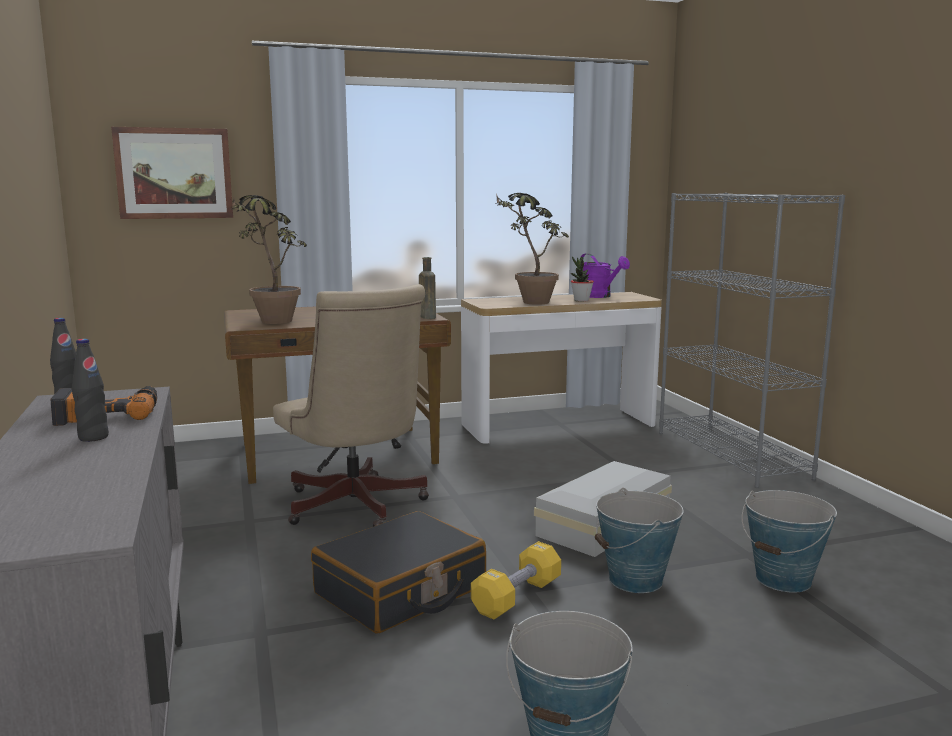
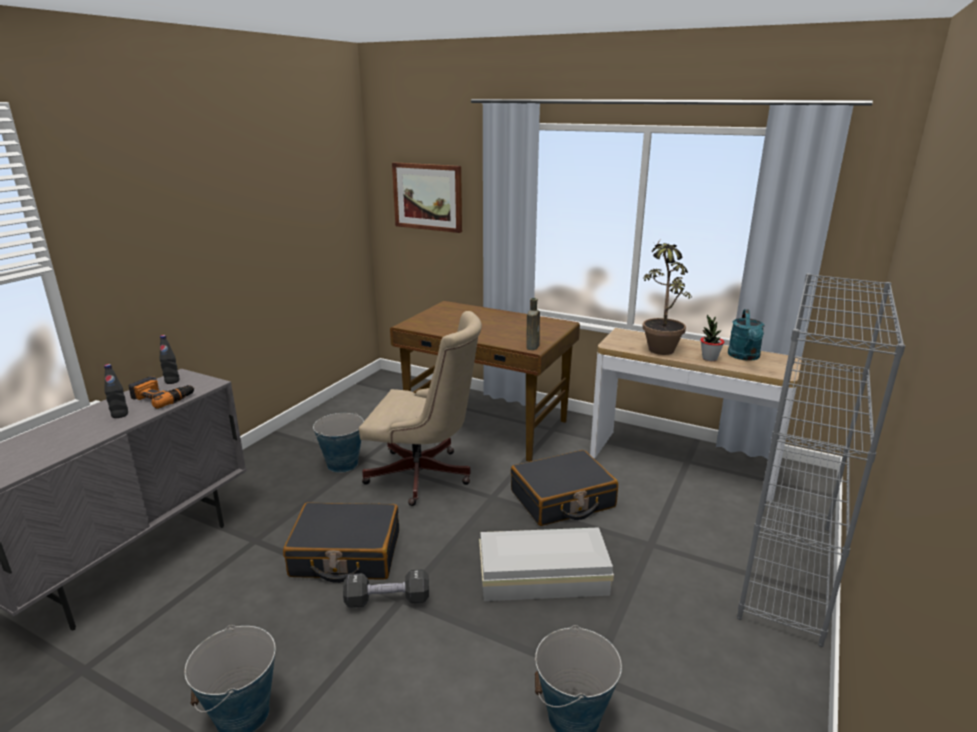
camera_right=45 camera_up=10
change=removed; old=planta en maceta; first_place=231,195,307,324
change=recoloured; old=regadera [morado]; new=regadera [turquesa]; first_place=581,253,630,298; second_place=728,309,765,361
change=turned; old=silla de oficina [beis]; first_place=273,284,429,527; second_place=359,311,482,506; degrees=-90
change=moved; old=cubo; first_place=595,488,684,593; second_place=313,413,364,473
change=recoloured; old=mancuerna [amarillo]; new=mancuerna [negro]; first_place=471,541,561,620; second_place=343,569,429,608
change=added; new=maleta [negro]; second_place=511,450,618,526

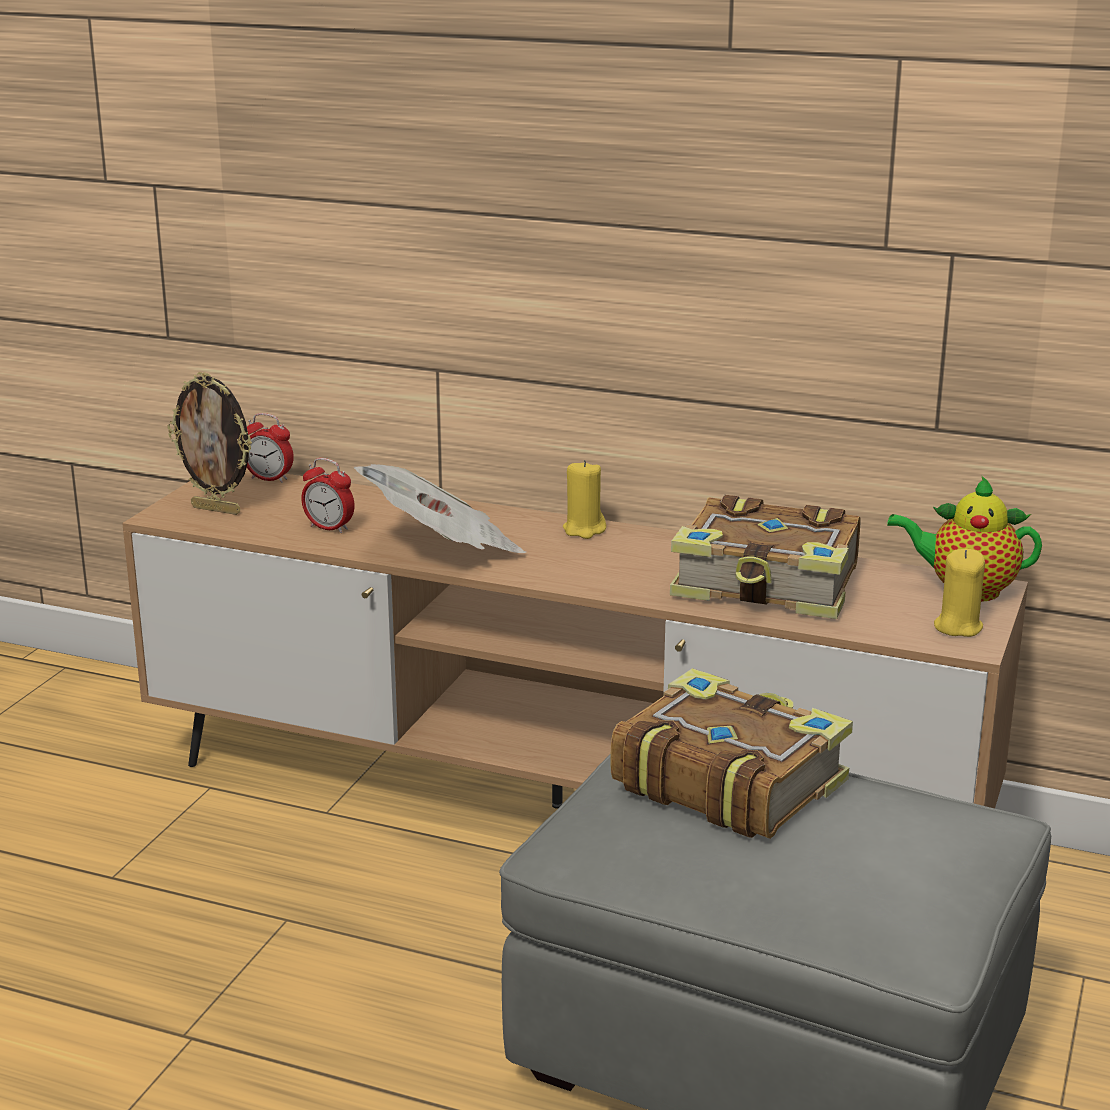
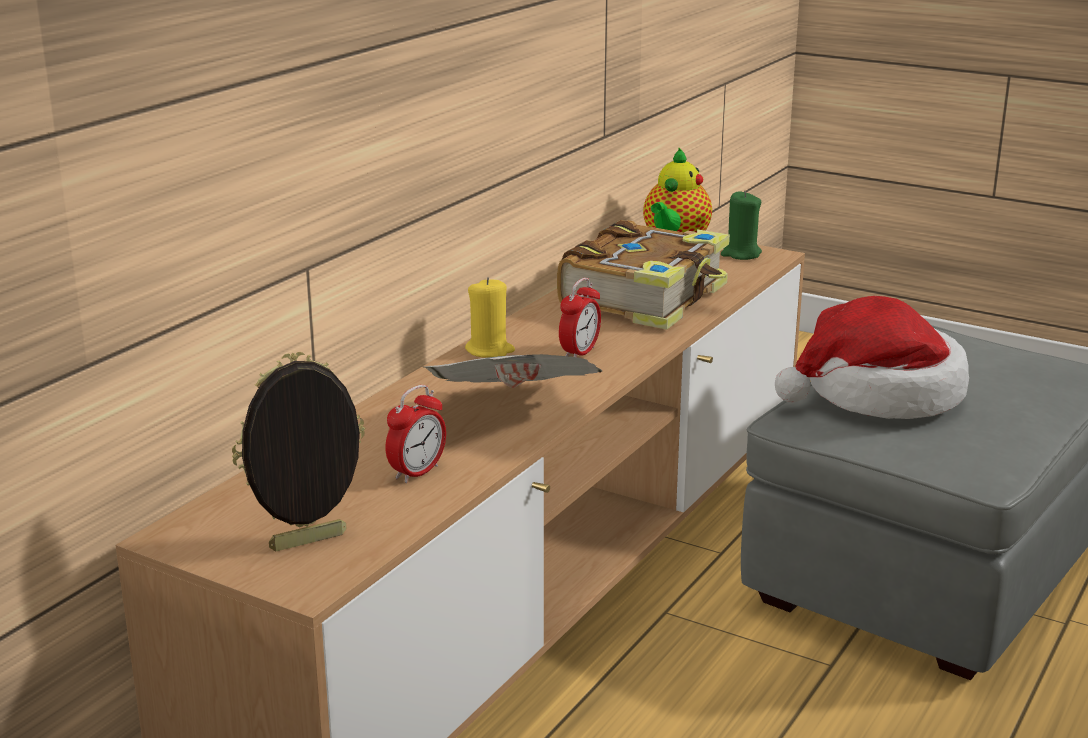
camera_right=-80 camera_up=0
change=turned; old=portarretratos; first_place=167,372,252,515; second_place=232,352,366,551; degrees=-150
change=moved; old=despertador; first_place=247,413,294,483; second_place=559,278,601,357
change=recoloured; old=vela [amarillo]; new=vela [verde]; first_place=934,549,985,637; second_place=721,191,762,260
change=replaced; old=libro; new=sombrero; first_place=610,668,853,839; second_place=775,296,969,419

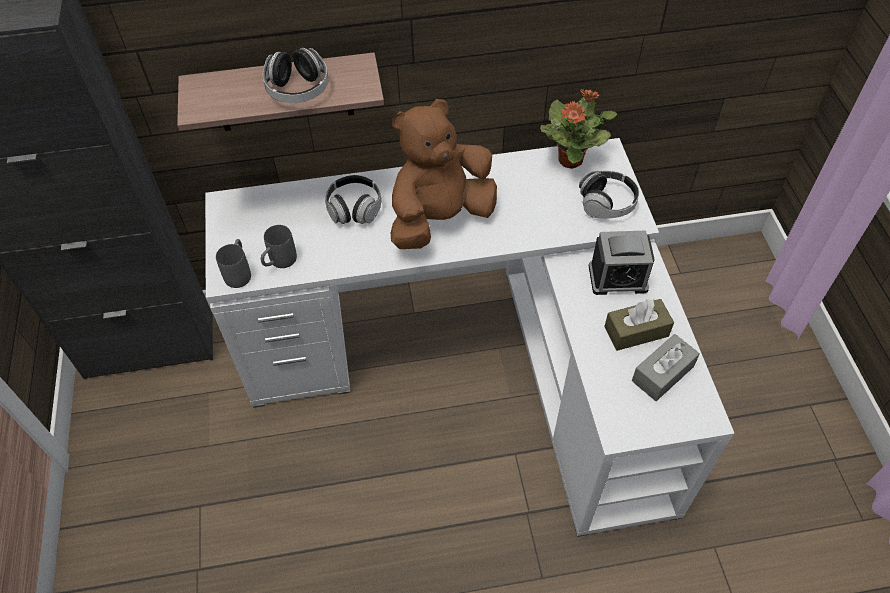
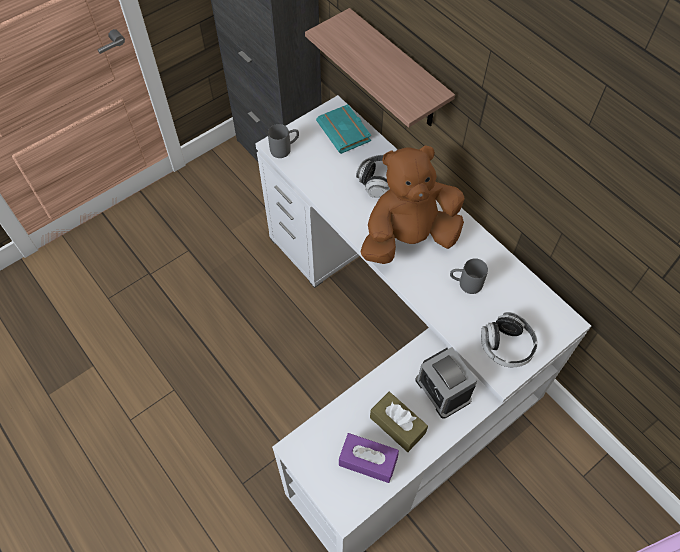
camera_right=60 camera_up=5
change=removed; old=auriculares; first_place=263,48,328,103
change=removed; old=planta en maceta; first_place=540,89,617,169
change=turned; old=peluche [marrón]; first_place=391,99,497,249; second_place=360,145,465,264; degrees=-45
change=moved; old=taza grande [gris]; first_place=261,225,297,268; second_place=450,258,488,294
change=recoloured; old=caja de pañuelos [gris]; new=caja de pañuelos [morado]; first_place=632,334,700,401; second_place=339,433,399,483
change=added; new=libro [turquesa]; second_place=316,104,371,154

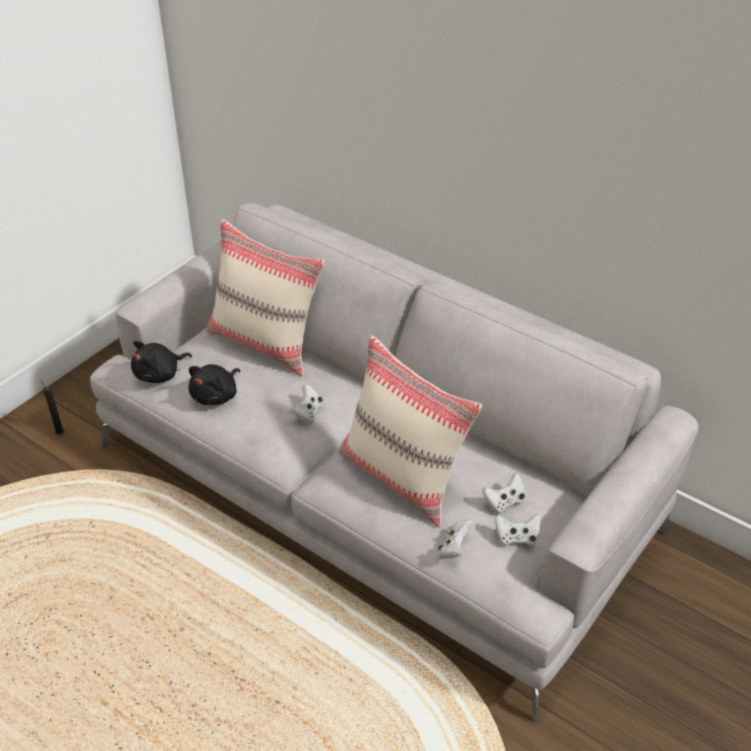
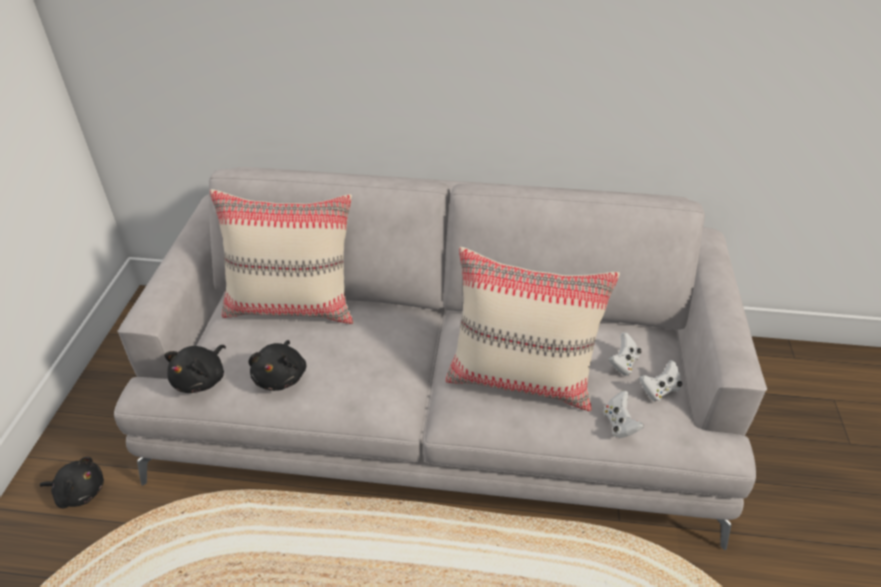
camera_right=-30 camera_up=0
change=replaced; old=vela [negro]; new=peluche [negro]; first_place=40,380,64,435; second_place=40,457,104,508
change=removed; old=mando de consola [blanco]; first_place=290,384,323,423

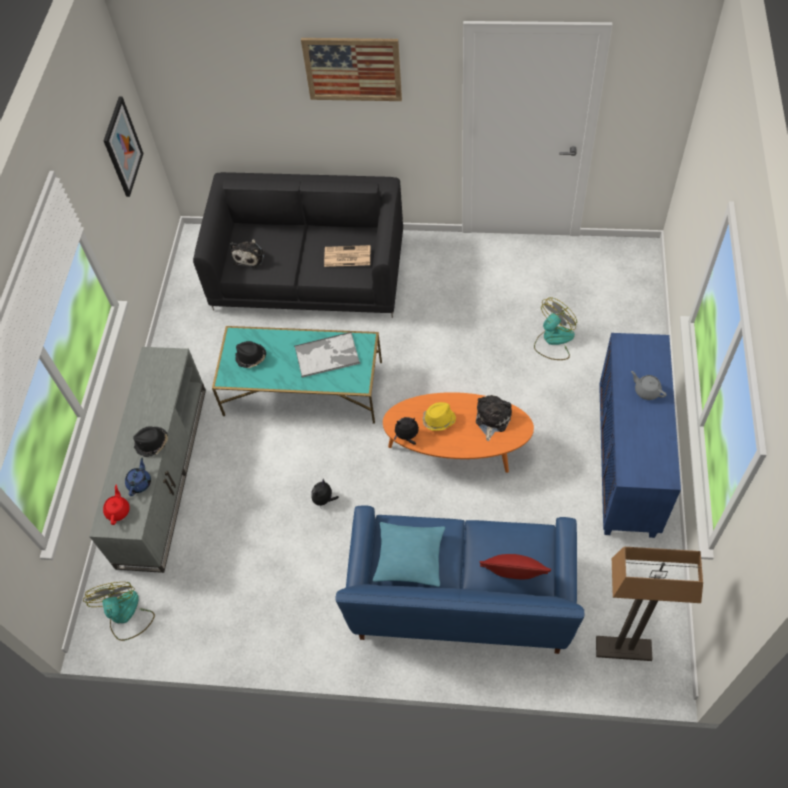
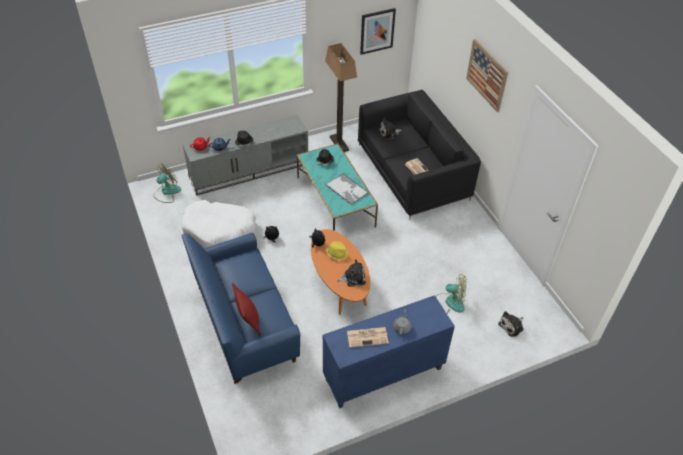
camera_right=55 camera_up=-10
change=removed; old=cojín [turquesa]; first_place=373,522,445,587
change=moved; old=lámpara de pie; first_place=596,547,703,661; second_place=325,43,357,152
change=added; new=cama para perro [blanco]; second_place=181,200,256,248
change=added; new=peluche; second_place=498,311,523,337
change=added; new=periódico; second_place=347,327,389,348

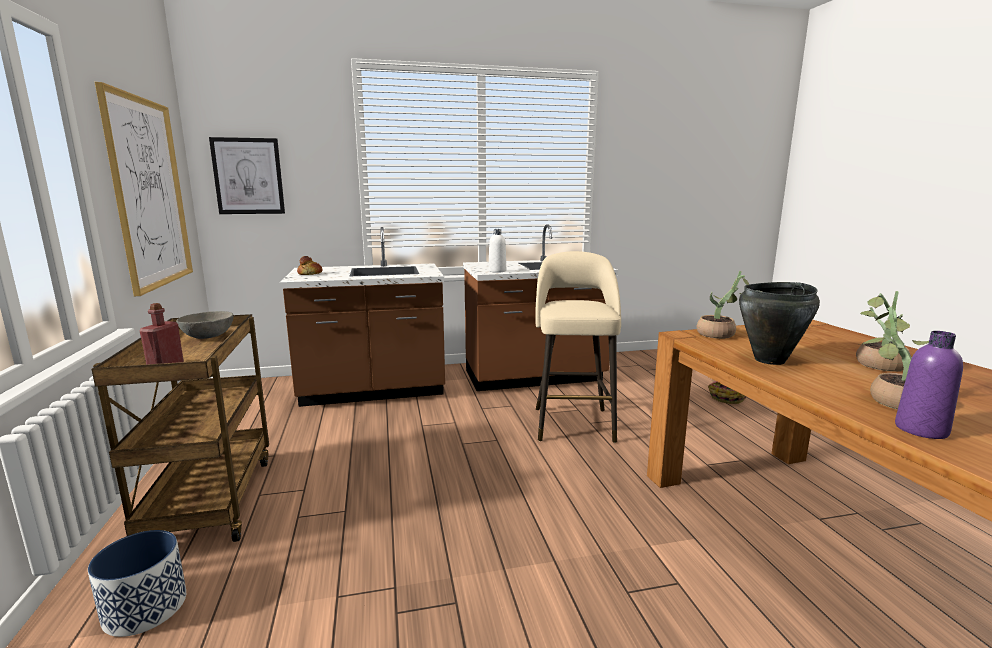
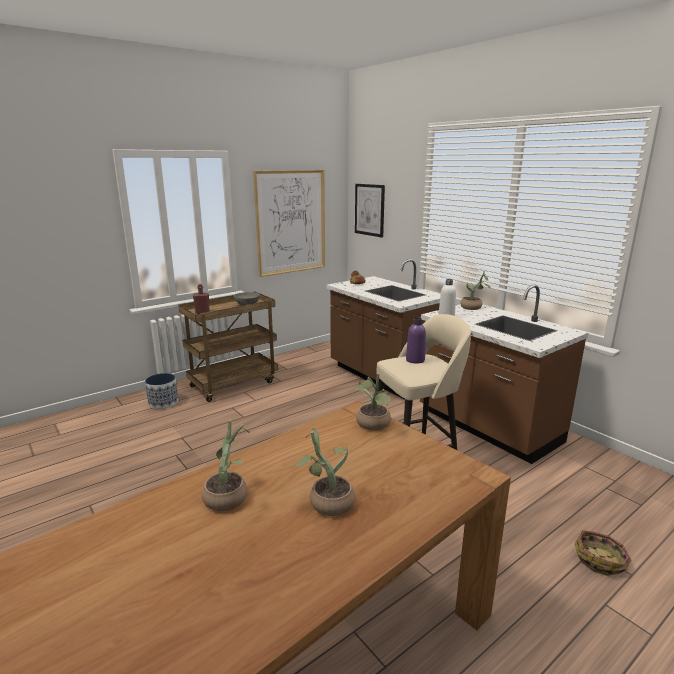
camera_right=65 camera_up=5
change=removed; old=olla [negro]; first_place=739,282,820,365
change=moved; old=botella [morado]; first_place=895,331,963,439; second_place=406,318,426,364
change=added; new=planta en maceta; second_place=460,271,491,310

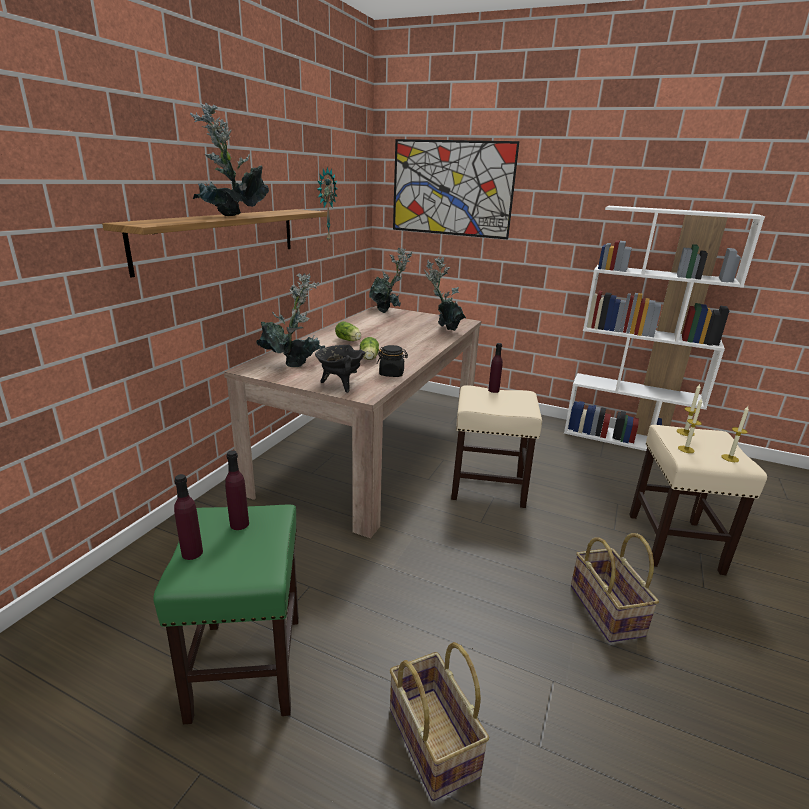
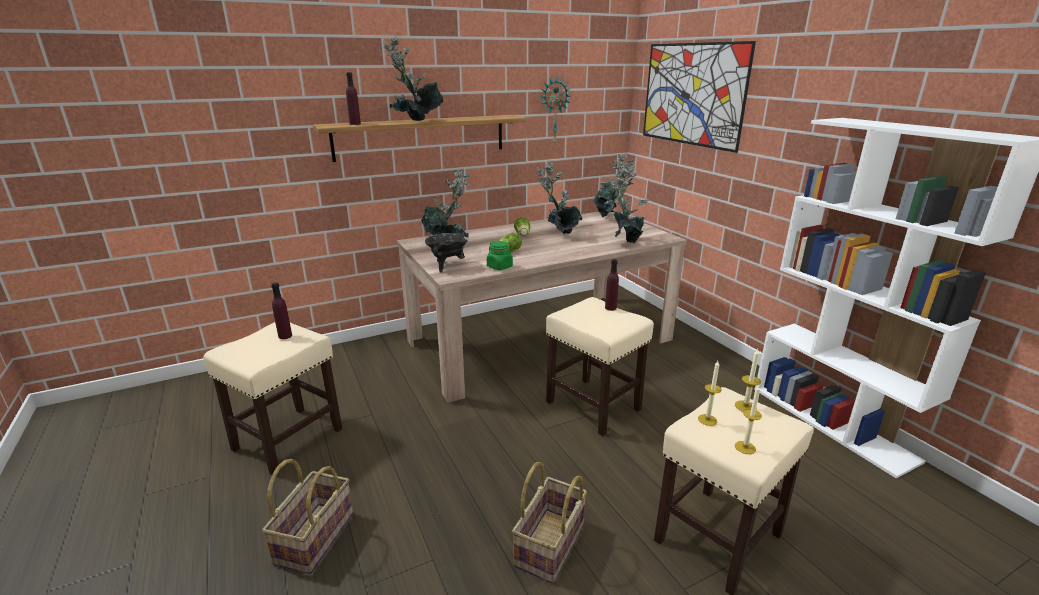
camera_right=40 camera_up=0
change=recoloured; old=tarro [negro]; new=tarro [verde]; first_place=377,345,408,377; second_place=487,241,513,270
change=moved; old=botella [morado]; first_place=174,474,203,560; second_place=346,72,361,125
change=recoloured; old=taburete [verde]; new=taburete [beis]; first_place=153,504,299,724; second_place=204,322,342,475
change=added; new=planta en maceta; second_place=537,162,582,234

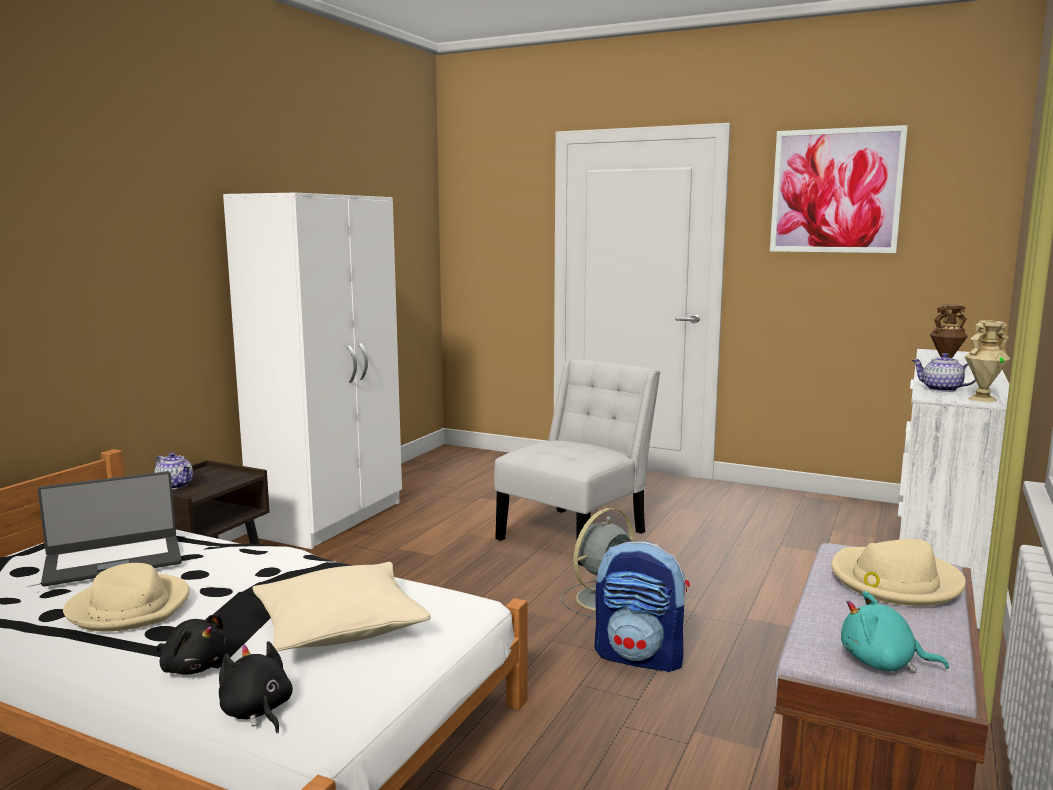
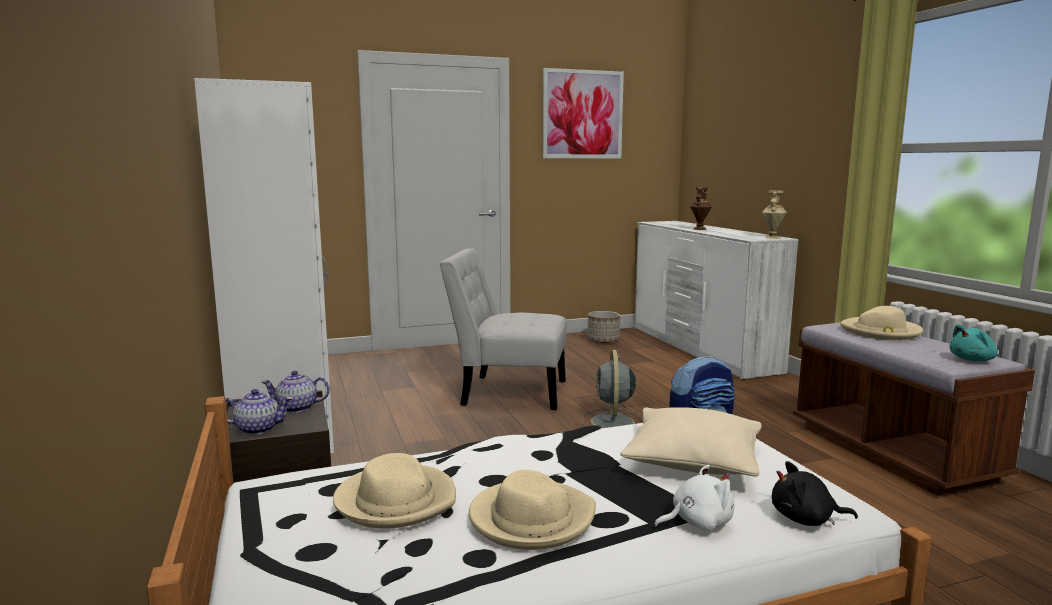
camera_right=-45 camera_up=0
change=moved; old=tetera; first_place=912,353,976,392; second_place=262,371,330,413
change=turned; old=silla [blanco]; first_place=494,359,660,566; second_place=439,248,567,410; degrees=-75
change=replaced; old=portátil; new=sombrero [beis]; first_place=38,471,182,586; second_place=333,453,456,529
change=recoloured; old=peluche [negro]; new=peluche [blanco]; first_place=156,614,227,675; second_place=654,464,734,531
change=added; new=maceta; second_place=588,311,620,343

